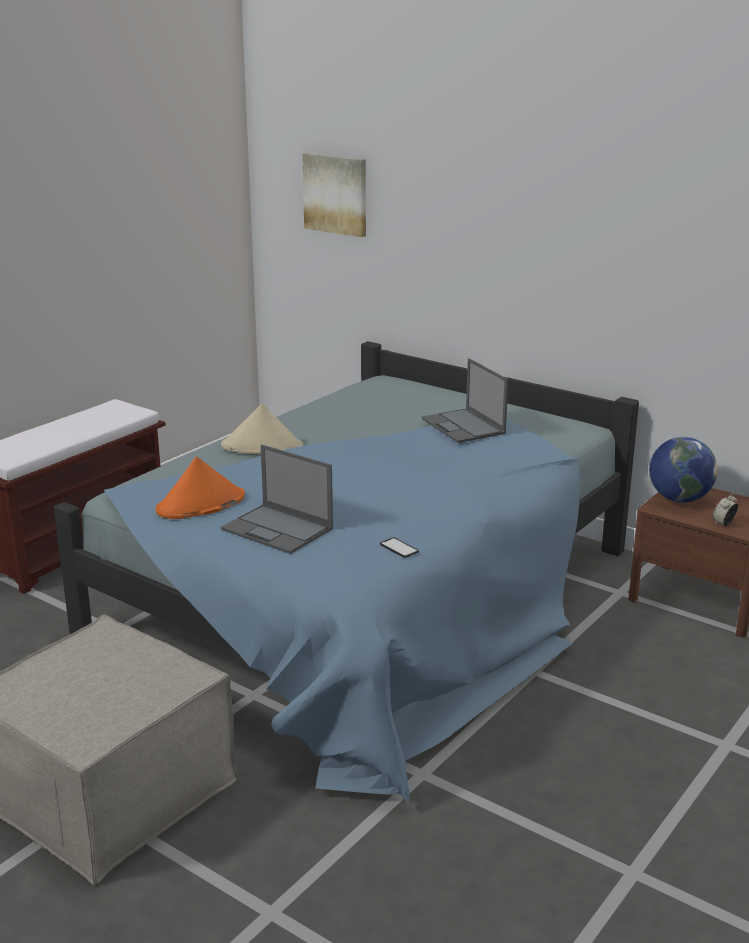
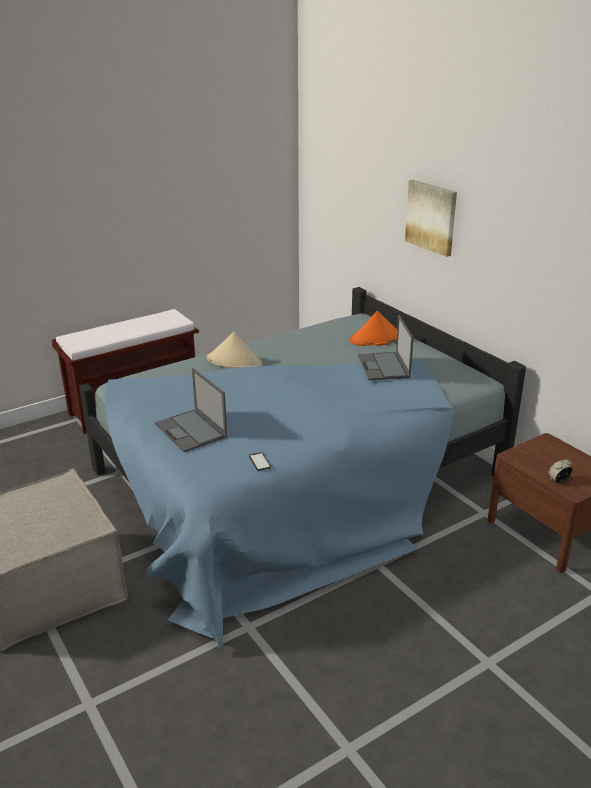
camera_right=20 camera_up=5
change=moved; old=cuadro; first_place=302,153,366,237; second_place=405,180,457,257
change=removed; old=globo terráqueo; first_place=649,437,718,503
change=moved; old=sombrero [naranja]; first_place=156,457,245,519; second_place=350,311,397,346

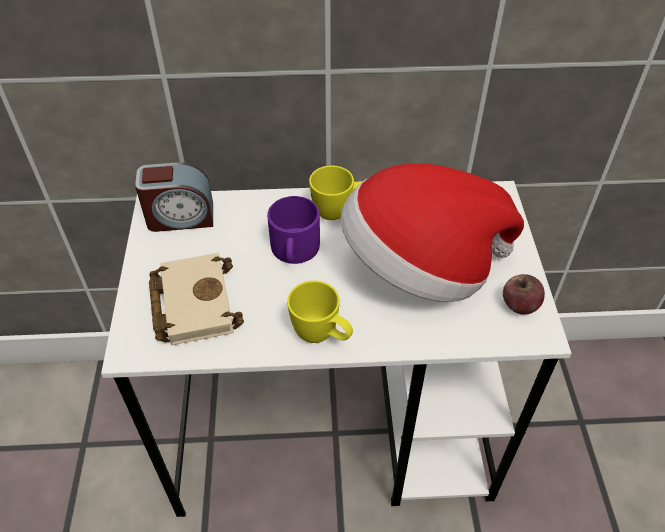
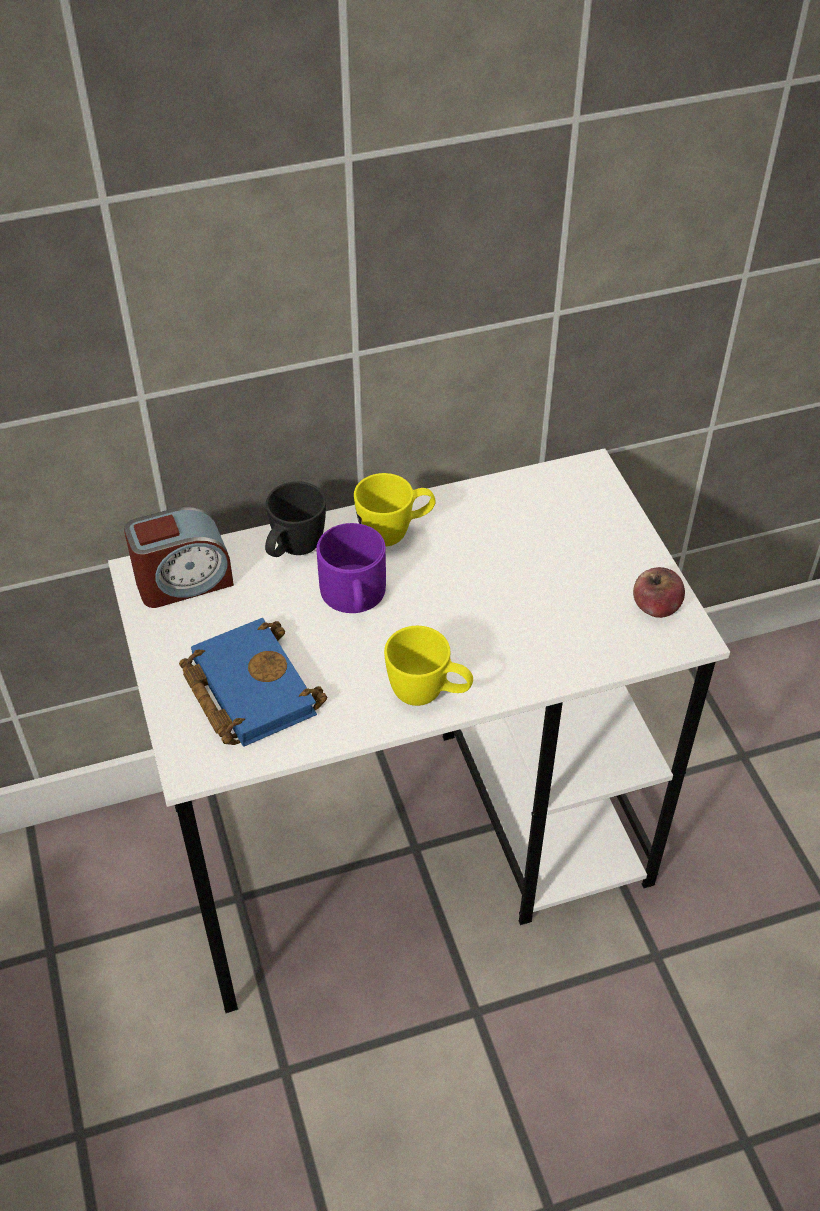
camera_right=-15 camera_up=0
change=removed; old=sombrero; first_place=341,163,524,302
change=recoloured; old=libro [beis]; new=libro [azul]; first_place=149,253,244,345; second_place=179,618,327,747
change=added; new=taza grande [negro]; second_place=265,481,326,557

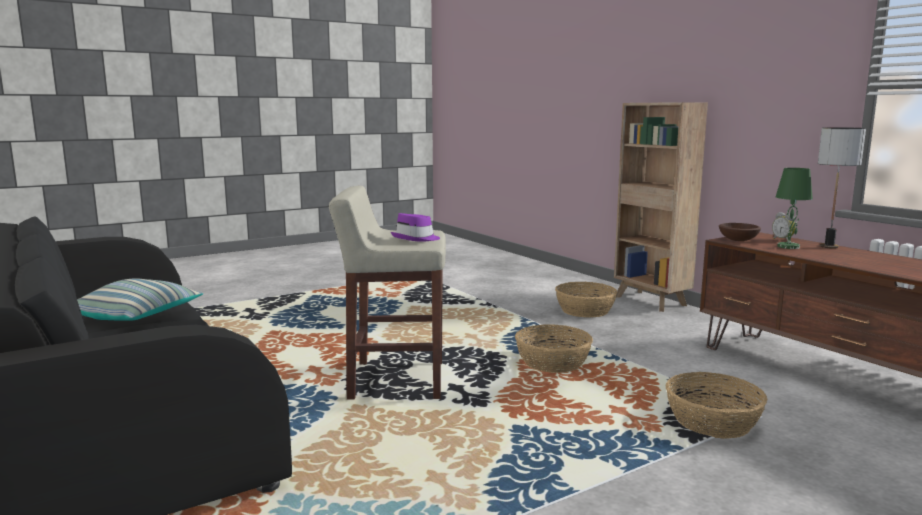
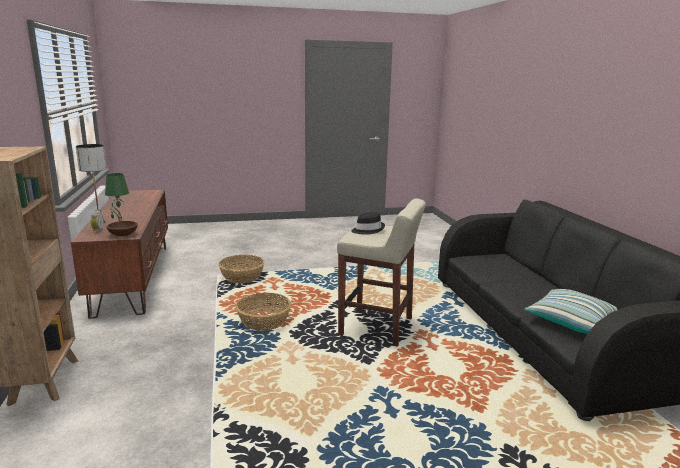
camera_right=-160 camera_up=5
change=recoloured; old=sombrero [morado]; new=sombrero [negro]; first_place=391,213,440,242; second_place=351,211,385,235
change=removed; old=cesta; first_place=555,282,617,318

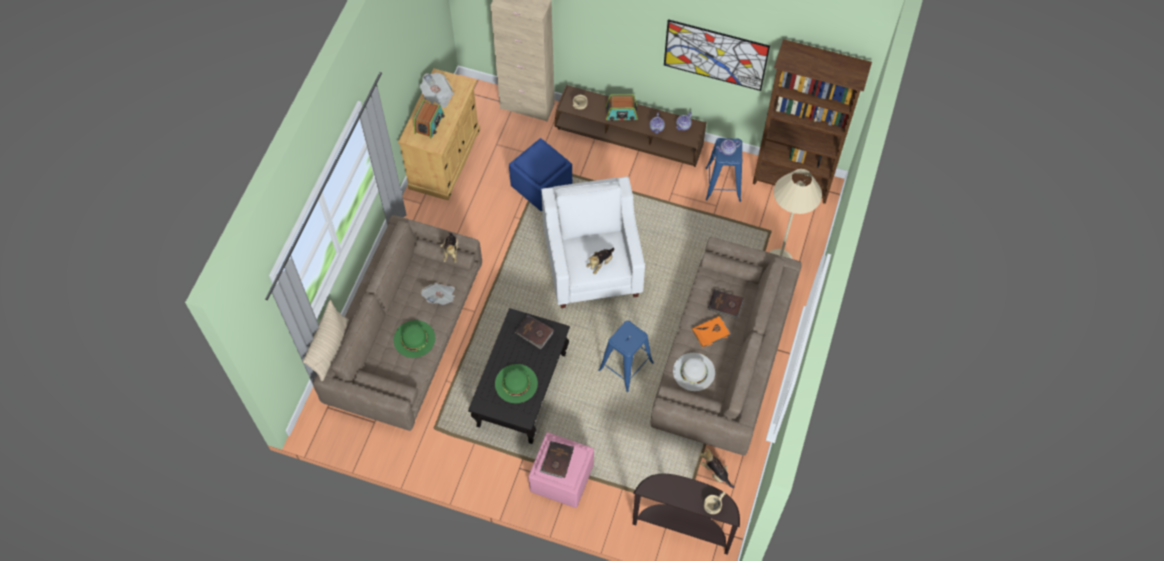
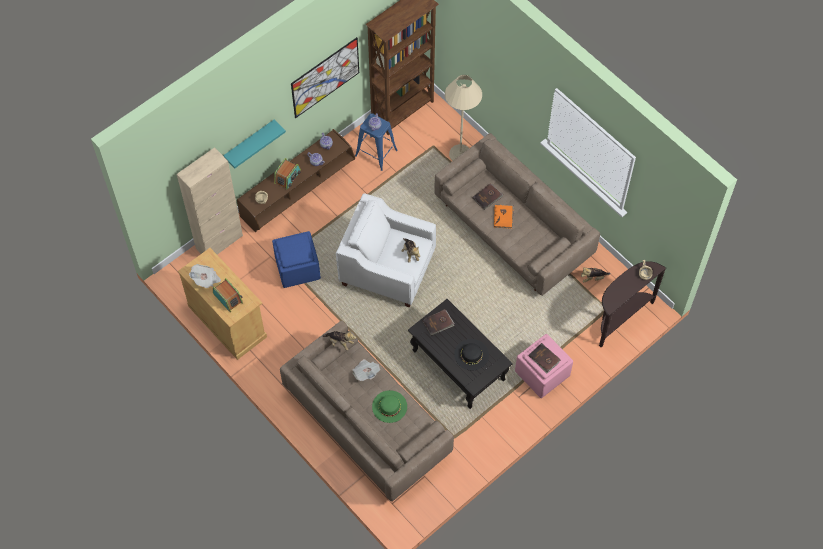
camera_right=-60 camera_up=0
change=removed; old=cojín [beis]; first_place=303,300,349,381
change=removed; old=taburete [azul]; first_place=598,321,654,392
change=removed; old=sombrero [blanco]; first_place=673,353,715,391
change=recoloured; old=sombrero [verde]; new=sombrero [negro]; first_place=495,364,538,403; second_place=454,339,489,370
change=added; new=estante [turquesa]; second_place=223,119,286,168

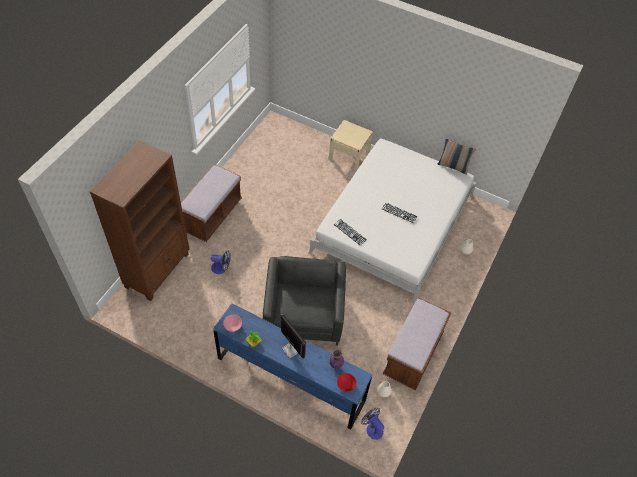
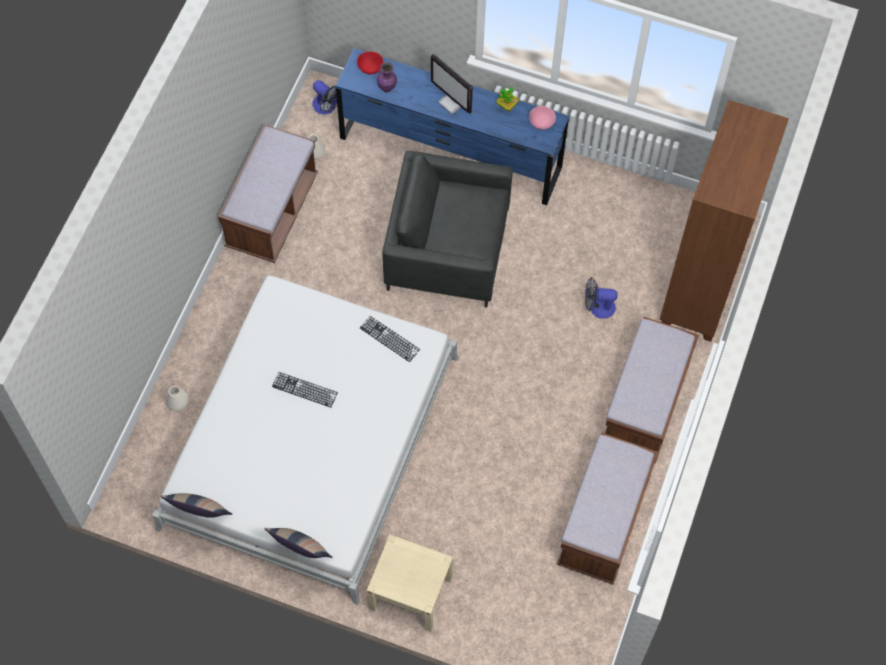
camera_right=175 camera_up=10
change=turned; old=sillón [gris]; first_place=263,256,346,346; second_place=382,151,513,308; degrees=105
change=added; new=banco [marrón]; second_place=557,432,658,584
change=added; new=cojín; second_place=265,528,332,558

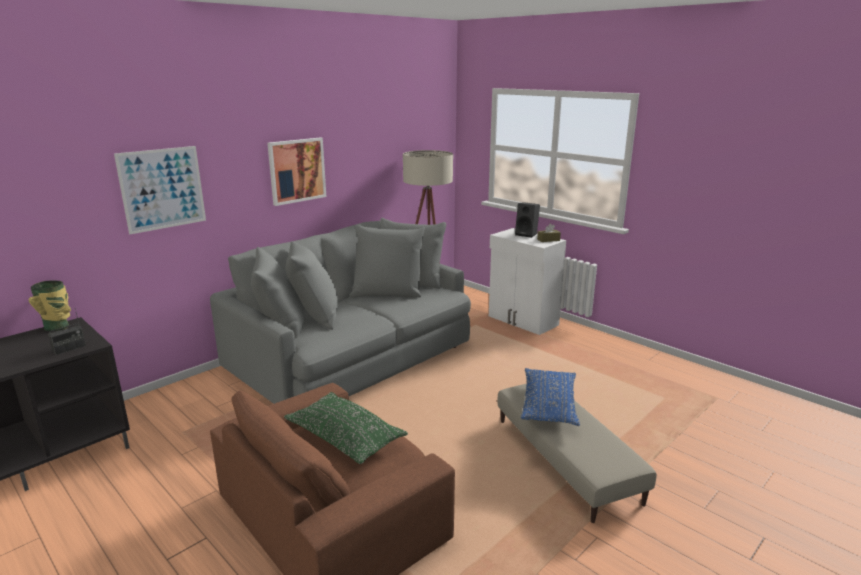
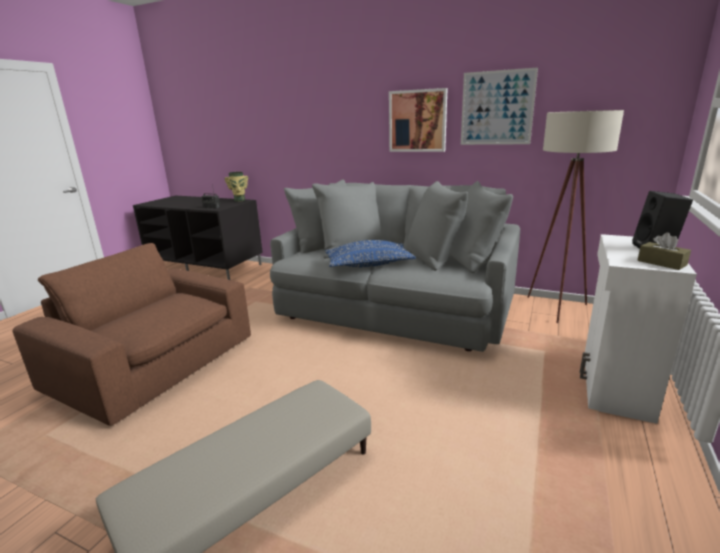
camera_right=70 camera_up=0
change=moved; old=cuadro; first_place=114,146,206,234; second_place=461,67,538,145
change=moved; old=cojín [azul]; first_place=521,368,580,426; second_place=325,240,416,267
change=removed; old=cojín [verde]; first_place=284,392,408,464

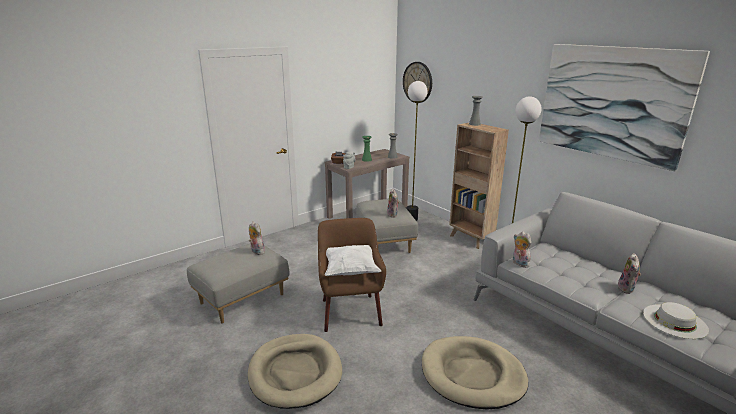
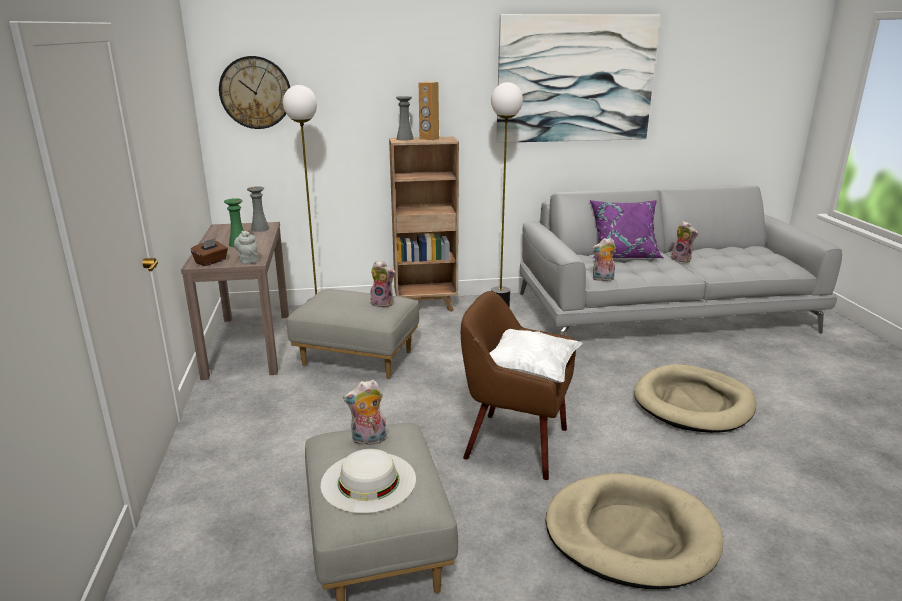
camera_right=-60 camera_up=0
change=moved; old=sombrero [blanco]; first_place=643,302,709,339; second_place=321,449,416,513
change=added; new=altavoz [marrón]; second_place=419,82,439,140
change=added; new=cojín [morado]; second_place=590,200,664,258

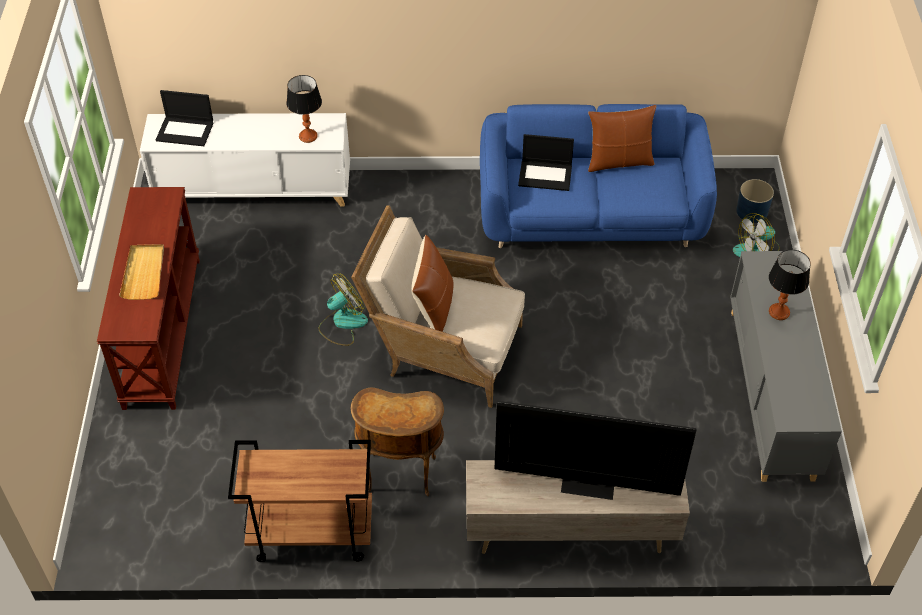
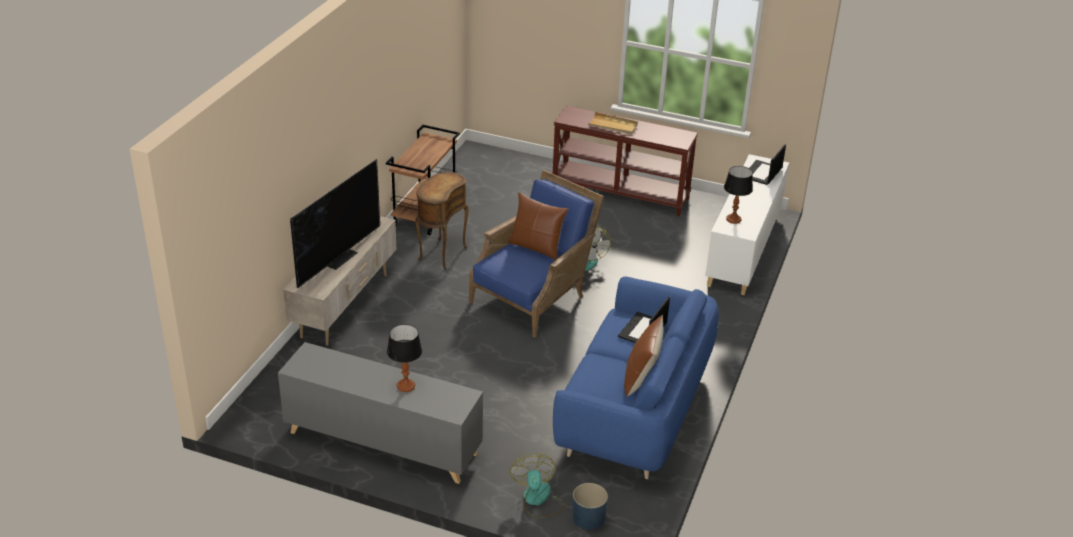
camera_right=110 camera_up=-15
change=recoloured; old=sillón [beis]; new=sillón [azul]; first_place=351,205,525,408; second_place=469,170,604,337

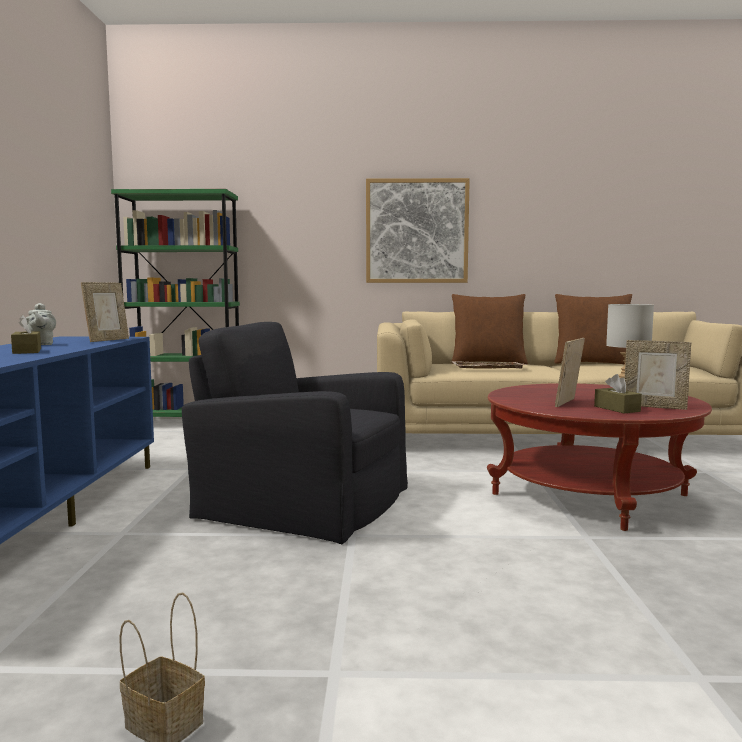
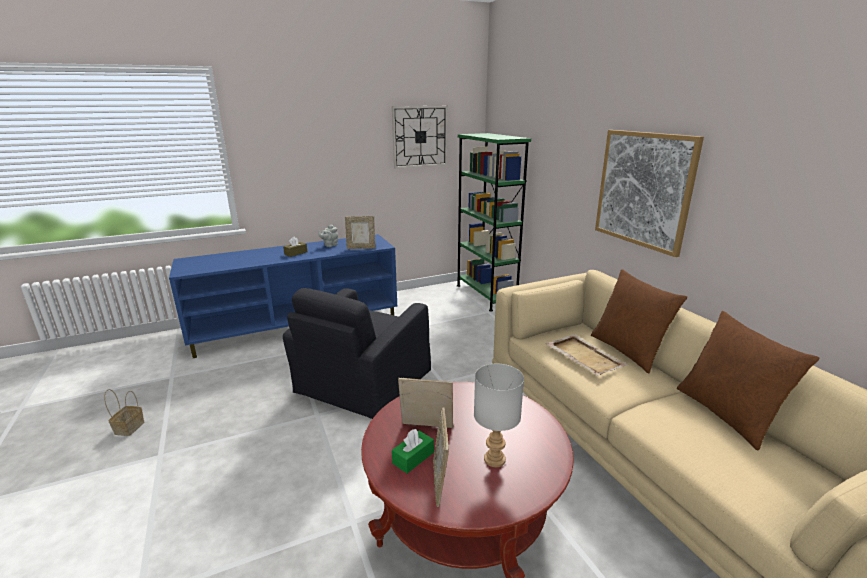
camera_right=65 camera_up=15
change=turned; old=sillón [negro]; first_place=182,322,408,544; second_place=283,288,431,419; degrees=-150
change=recoloured; old=caja de pañuelos [marrón]; new=caja de pañuelos [verde]; first_place=594,374,642,413; second_place=392,429,434,473
change=added; new=reloj de pared; second_place=392,106,448,169

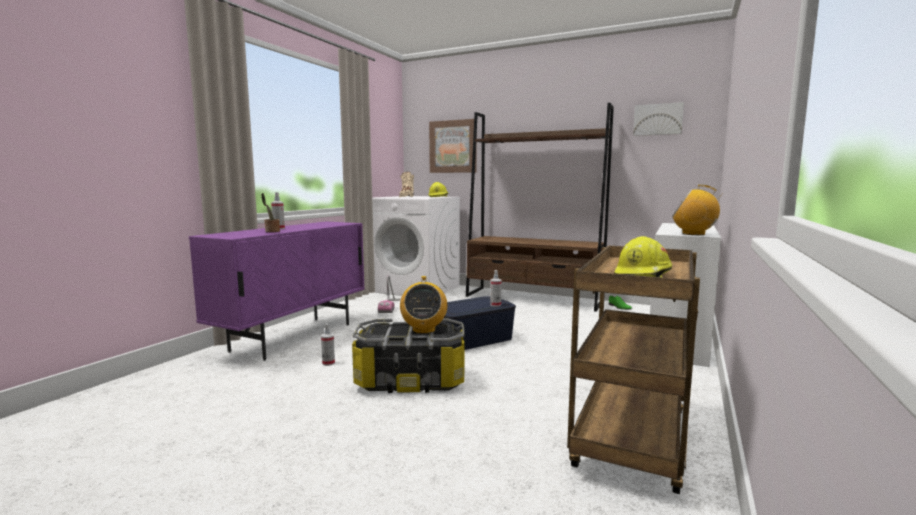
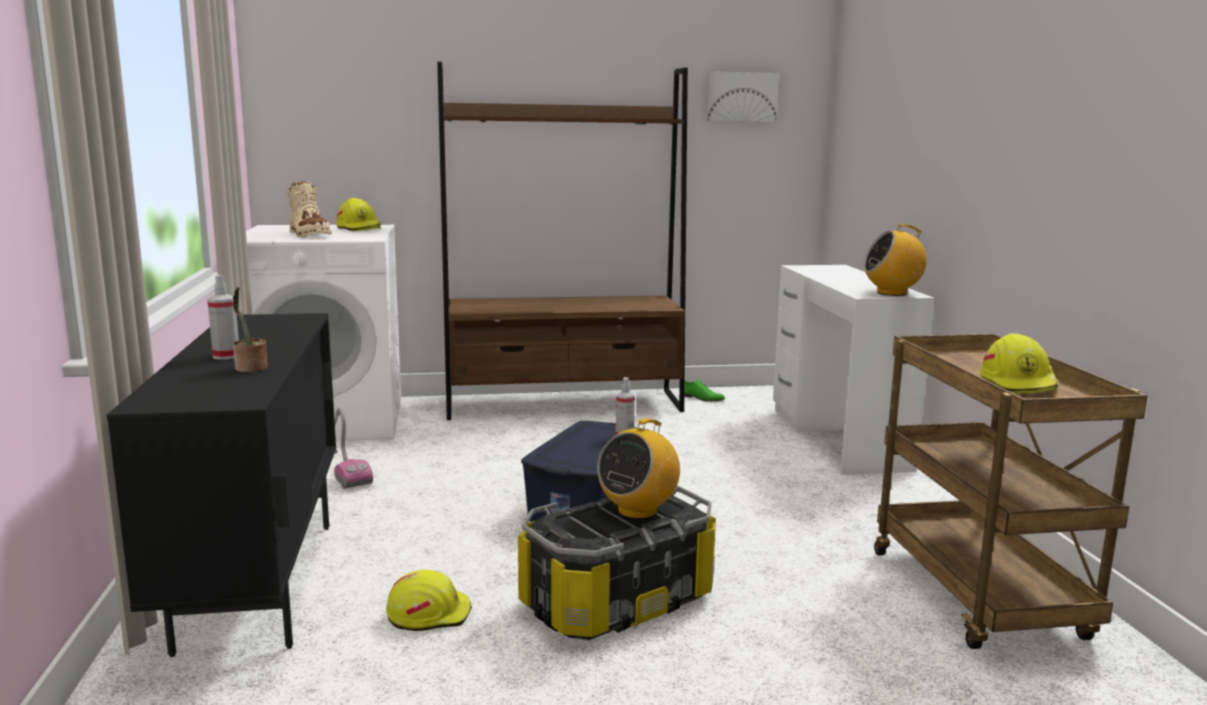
camera_right=-35 camera_up=5
change=removed; old=cuadro; first_place=429,119,477,173
change=recoloured; old=armario [morado]; new=armario [negro]; first_place=189,222,365,361; second_place=107,313,336,657
change=turned; old=radio; first_place=400,276,447,334; second_place=597,418,680,519; degrees=75
change=replaced; old=pulverizador; new=casco [amarillo]; first_place=321,324,335,366; second_place=386,570,472,631

